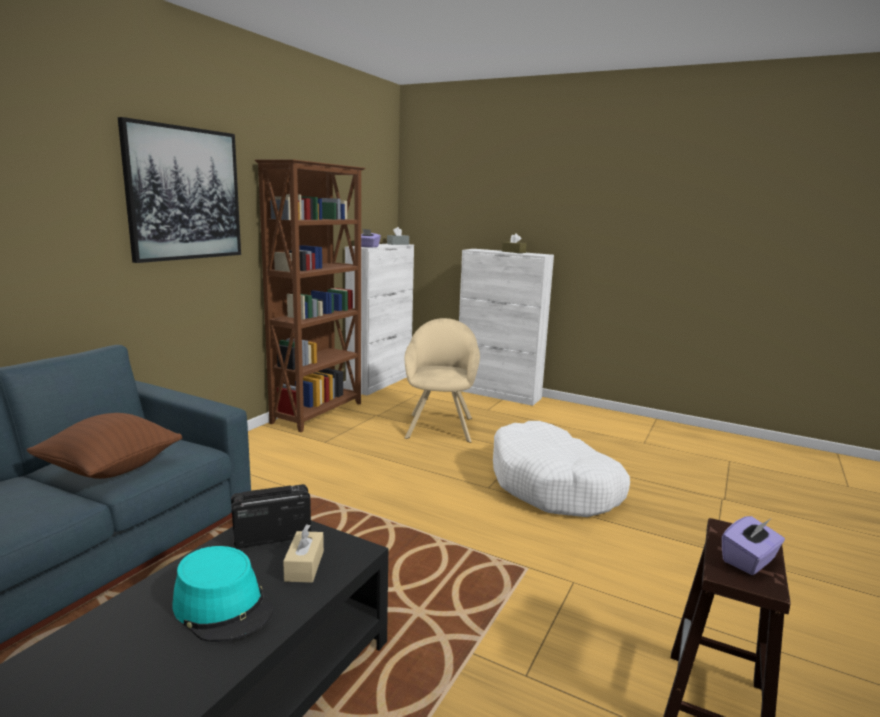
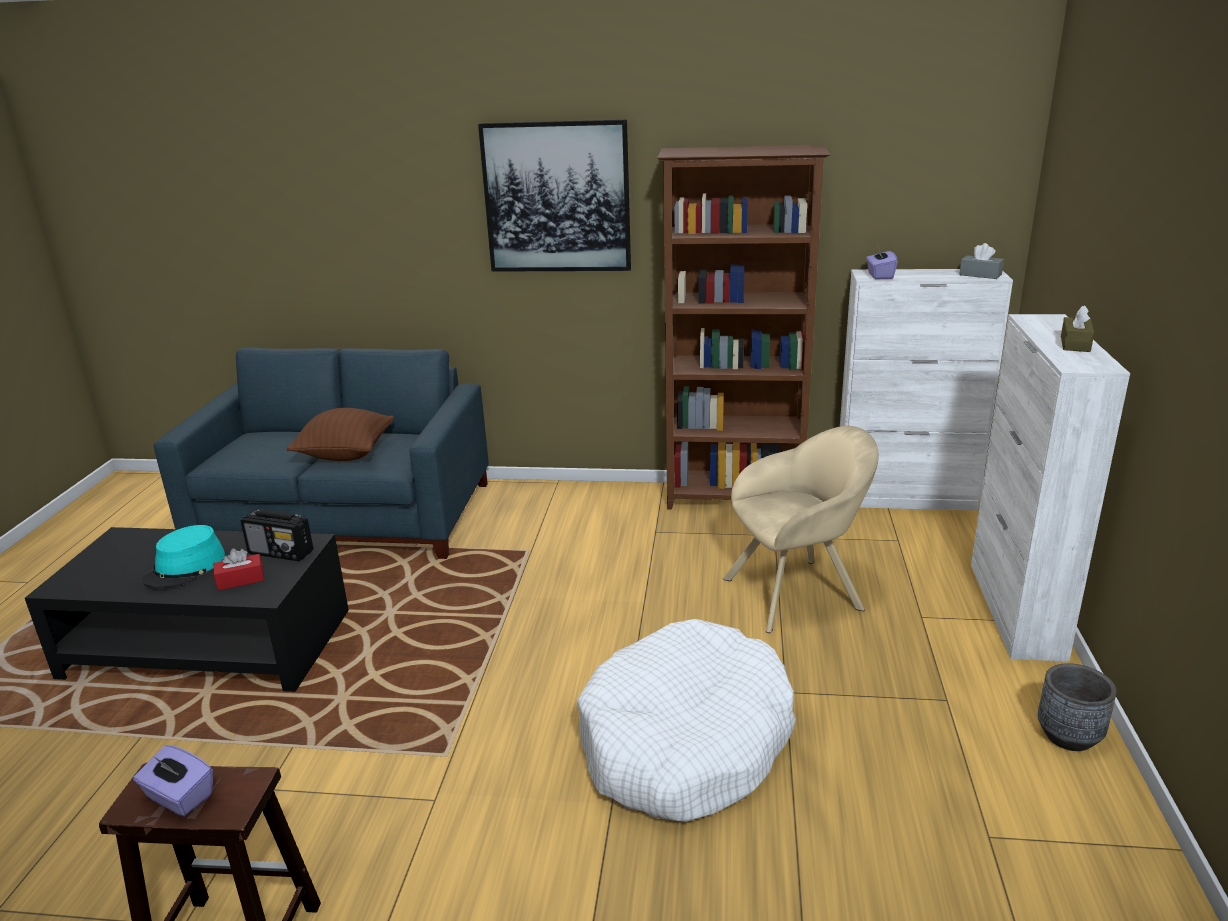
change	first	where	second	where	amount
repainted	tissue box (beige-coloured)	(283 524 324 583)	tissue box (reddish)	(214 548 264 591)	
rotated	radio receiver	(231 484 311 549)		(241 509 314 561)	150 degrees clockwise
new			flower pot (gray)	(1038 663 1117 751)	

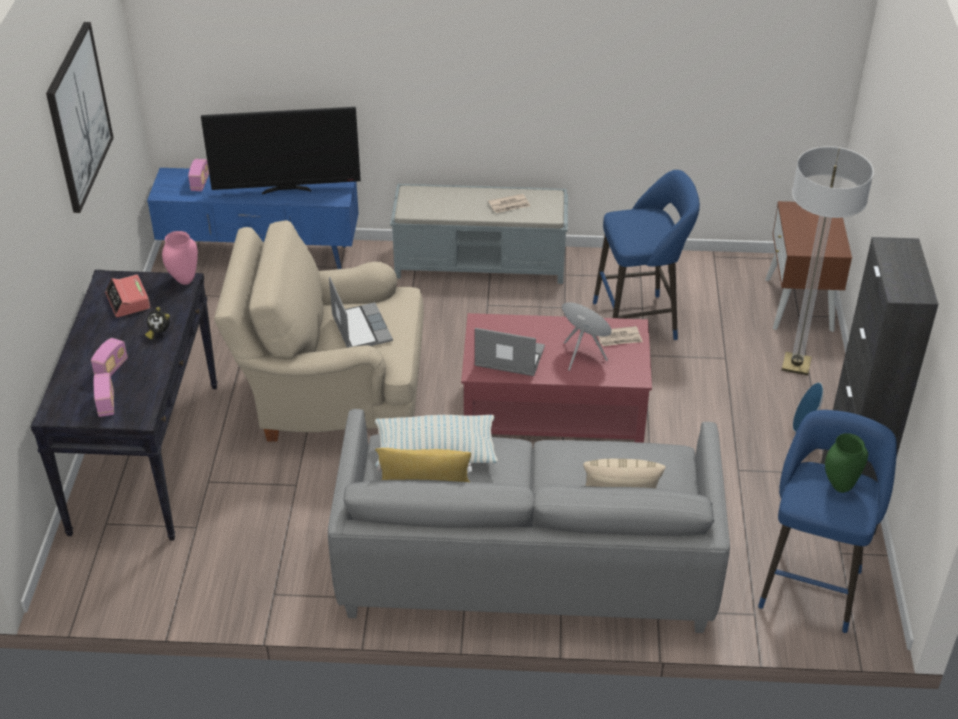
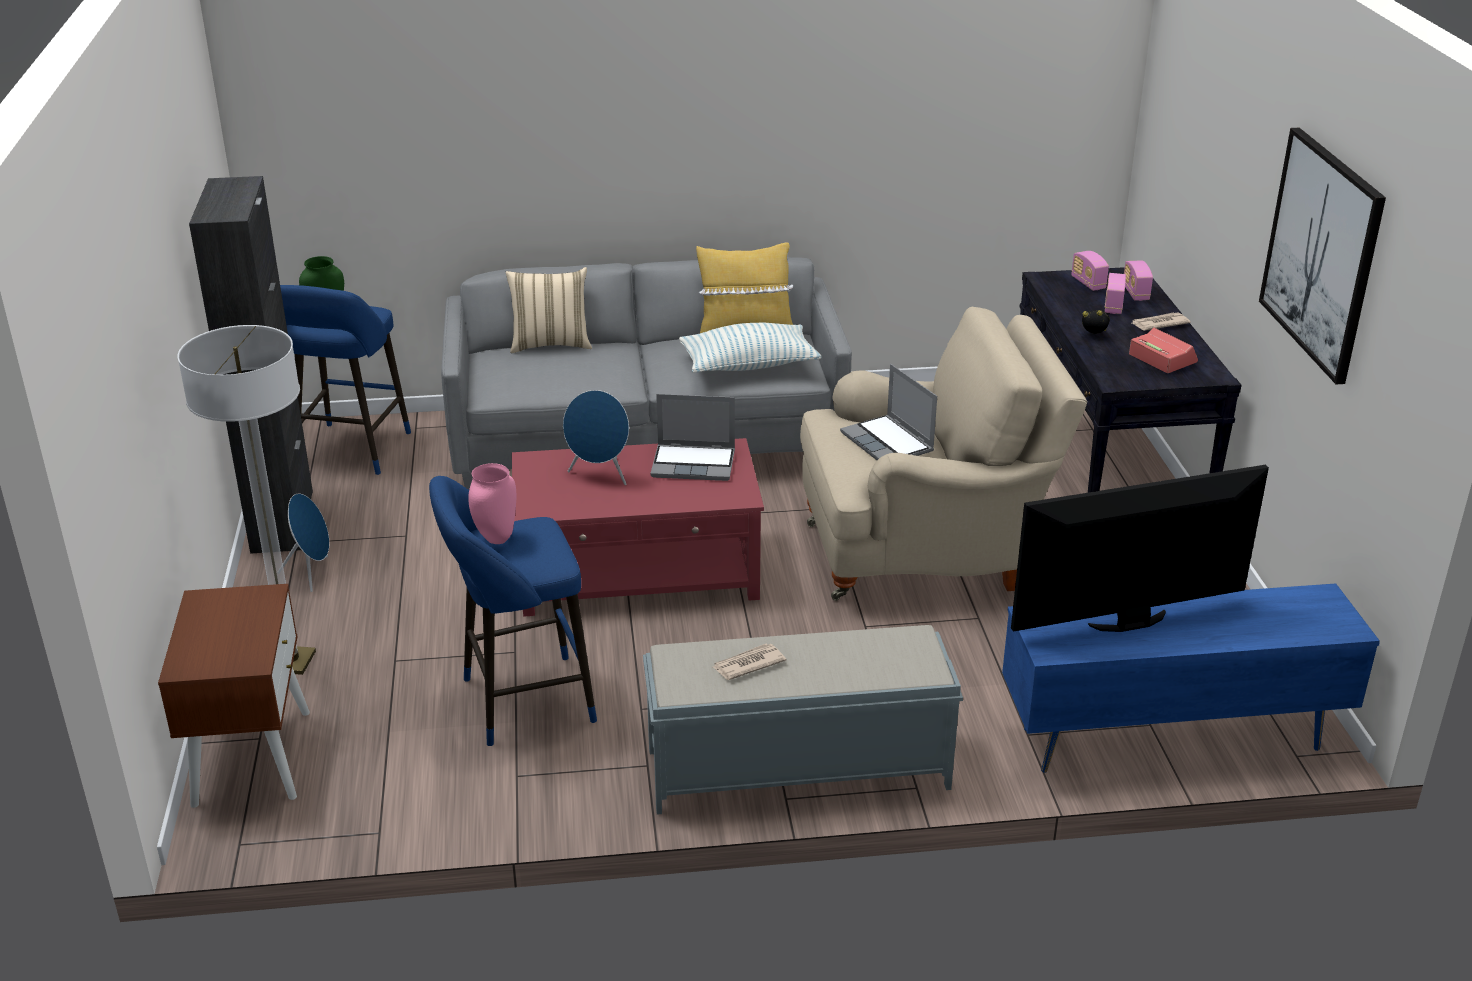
change	first	where	second	where	amount
shifted	decorative vase (pinkish)	(162 231 198 285)		(468 463 516 544)	
shifted	radio receiver	(188 159 209 191)		(1124 260 1153 301)	
shifted	printed paper	(598 326 643 347)		(1132 312 1191 330)	

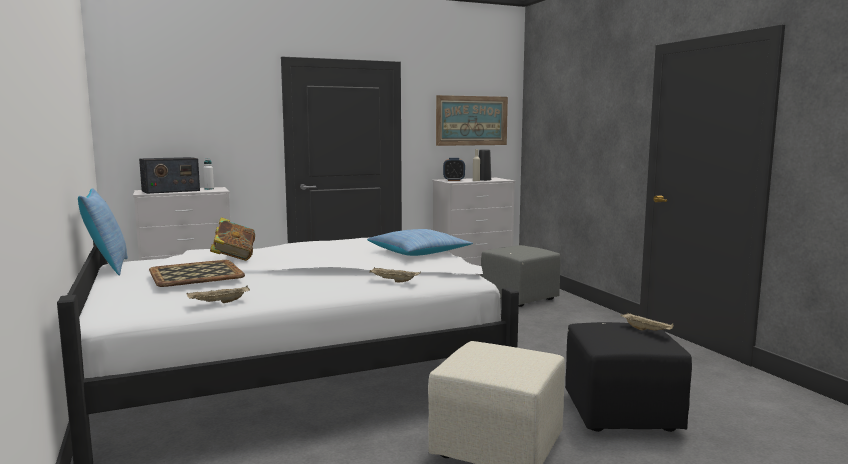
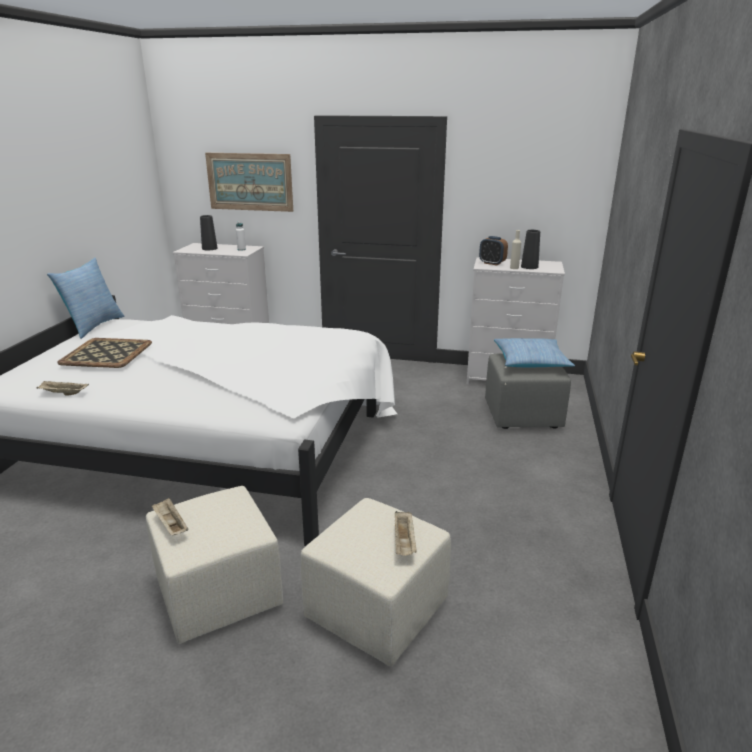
change	first	where	second	where	amount
shifted	tray (beige-coloured)	(369 267 421 282)		(152 498 189 535)	
swapped	radio receiver	(139 157 200 194)	decorative vase (blackish)	(200 215 218 250)	
shifted	picture	(436 95 508 146)		(205 153 293 212)	
repainted	footrest (blackish)	(565 322 692 432)	footrest (beige-coloured)	(301 498 451 667)	
shifted	cushion	(367 229 473 256)		(494 338 575 367)	
gone	volume	(210 217 255 261)			

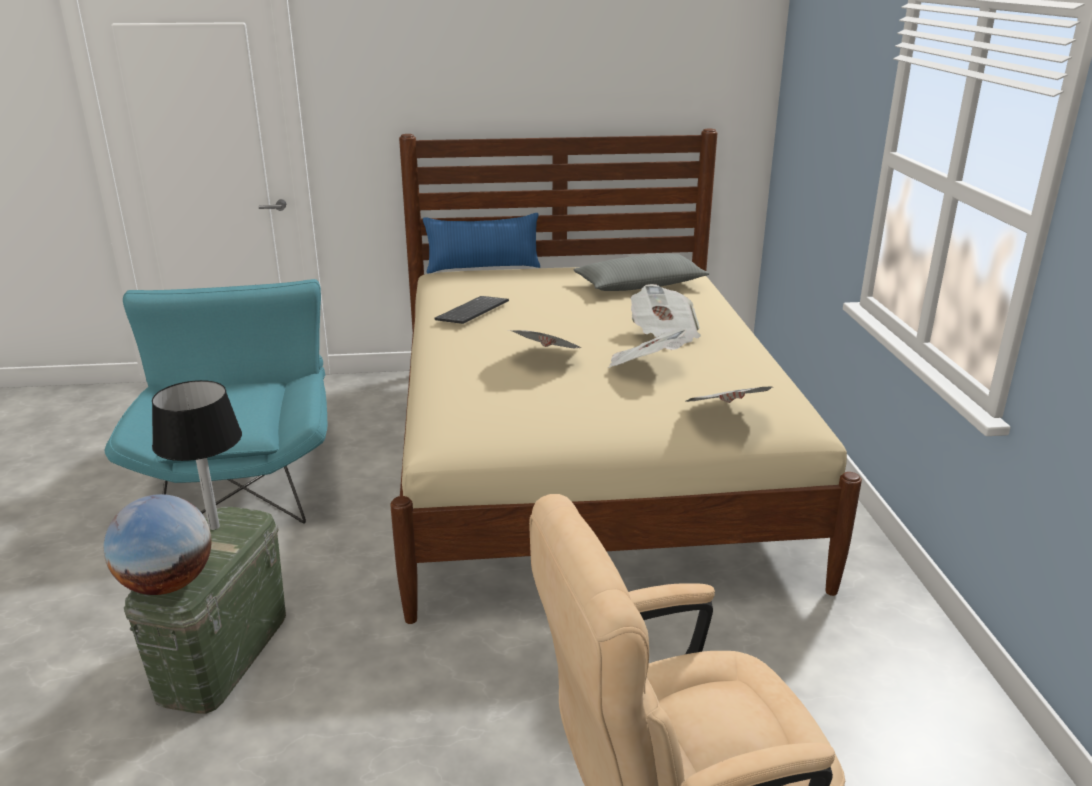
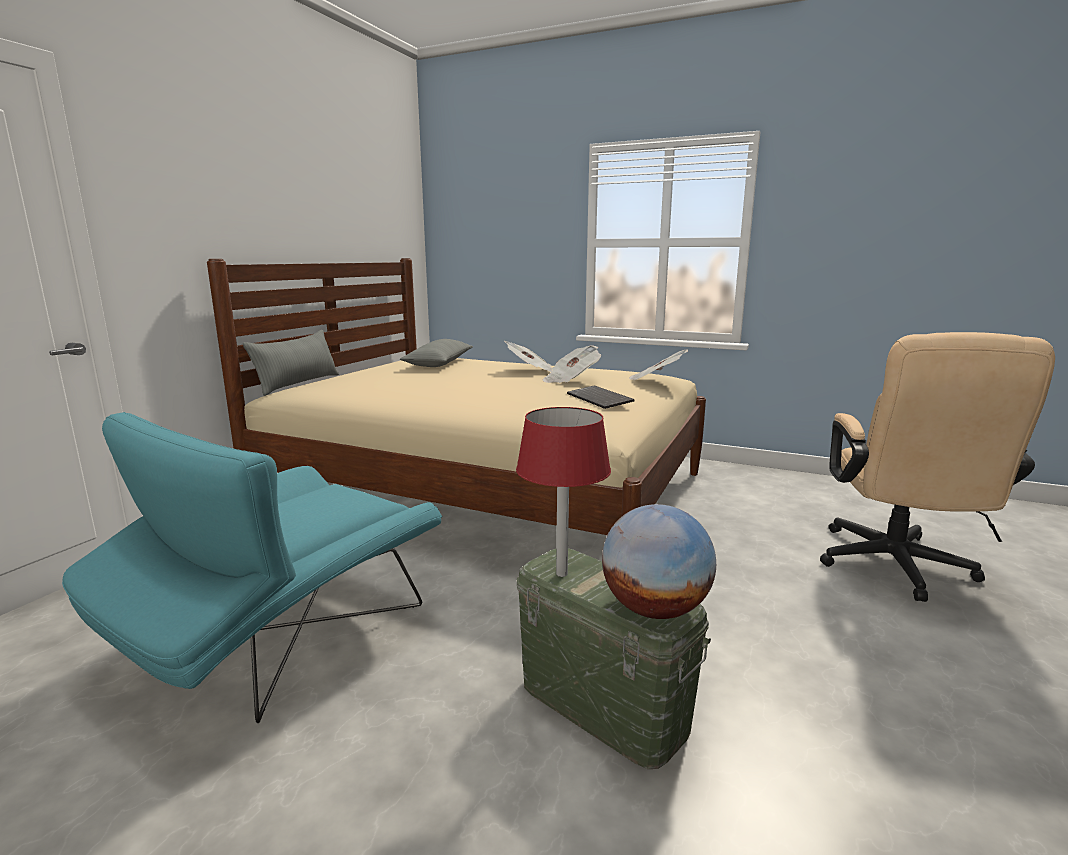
change	first	where	second	where	amount
rotated	armchair (turquoise)	(105 279 327 524)		(62 412 442 723)	75 degrees counterclockwise
repainted	cushion (blue-coloured)	(423 213 540 273)	cushion (gray)	(243 330 339 396)	
repainted	lamp for a table (blackish)	(152 380 242 530)	lamp for a table (reddish)	(516 407 611 577)	
shifted	keyboard	(435 296 509 324)		(567 385 634 409)	
gone	printed paper	(507 330 581 348)			

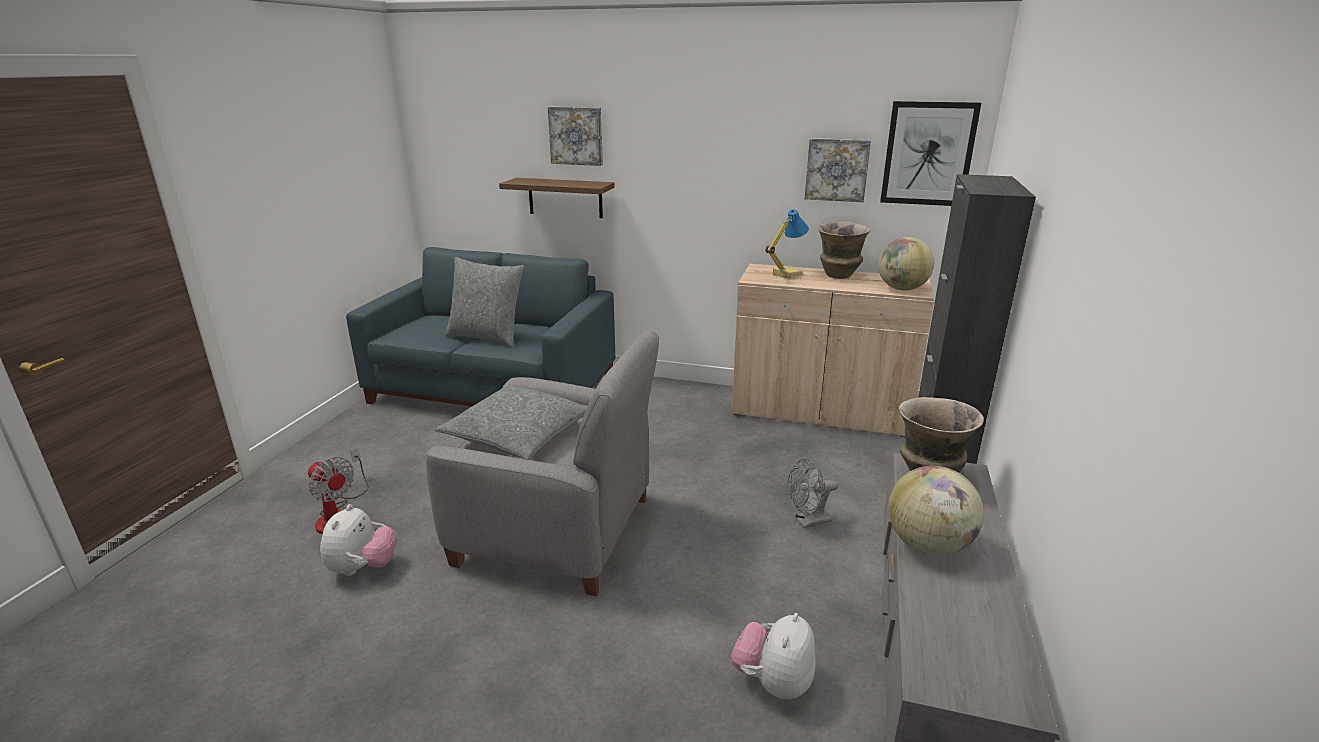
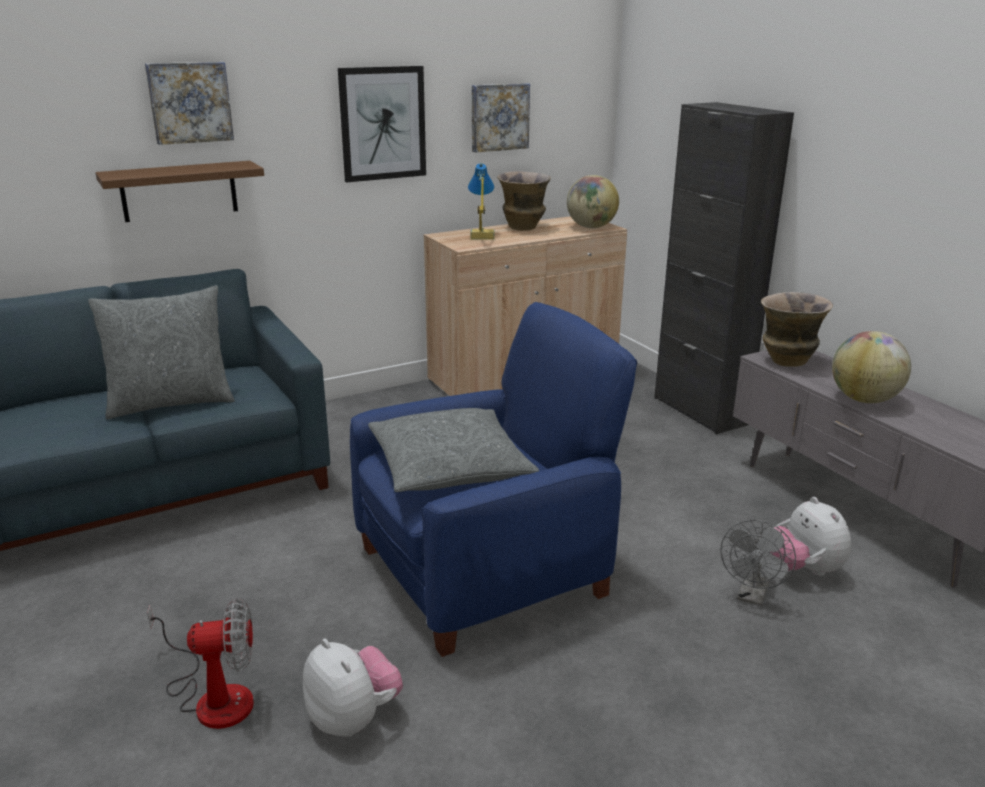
change	first	where	second	where	amount
shifted	picture	(880 101 981 206)		(338 66 426 182)	
repainted	armchair (gray)	(426 330 659 596)	armchair (blue-coloured)	(350 302 637 657)	
shifted	fan (gray)	(788 459 838 528)		(721 520 796 606)	

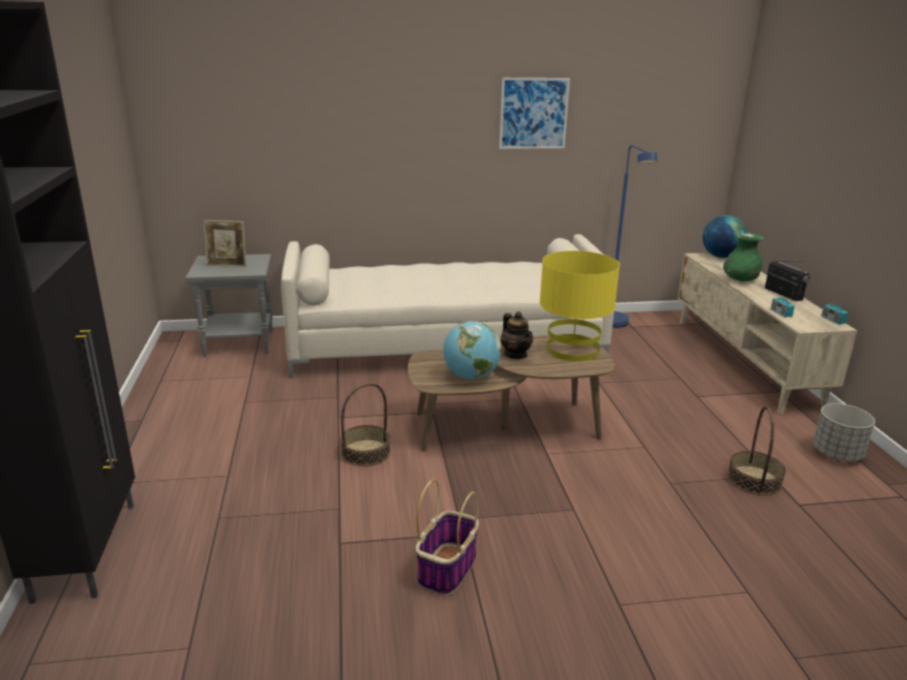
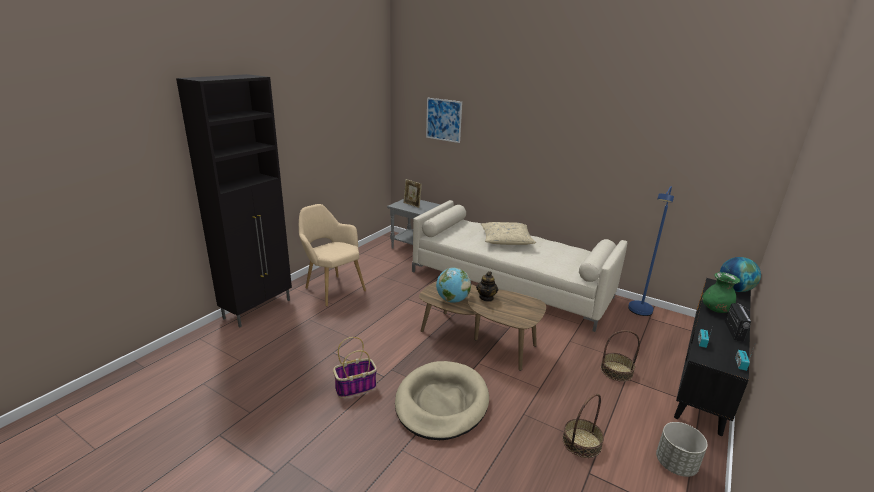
change	first	where	second	where	amount
new			armchair (beige-coloured)	(299 204 366 306)	
new			pet bed (beige-coloured)	(395 361 489 440)	
shifted	picture	(499 78 570 149)		(426 98 462 143)	
new			cushion (beige-coloured)	(481 222 536 245)	
shifted	basket	(340 383 391 466)		(600 330 640 382)	
repainted	tv unit (beige-coloured)	(678 253 857 414)	tv unit (blackish)	(674 278 751 436)	
gone	lamp for a table (yellowish)	(540 251 620 361)			

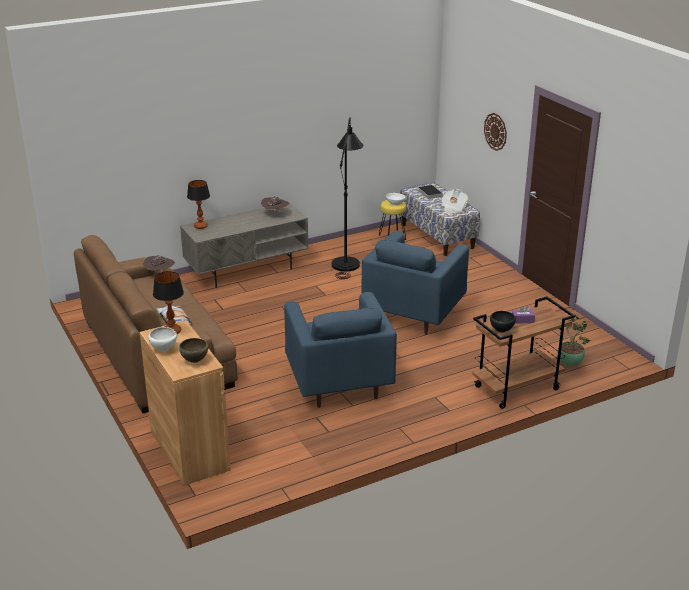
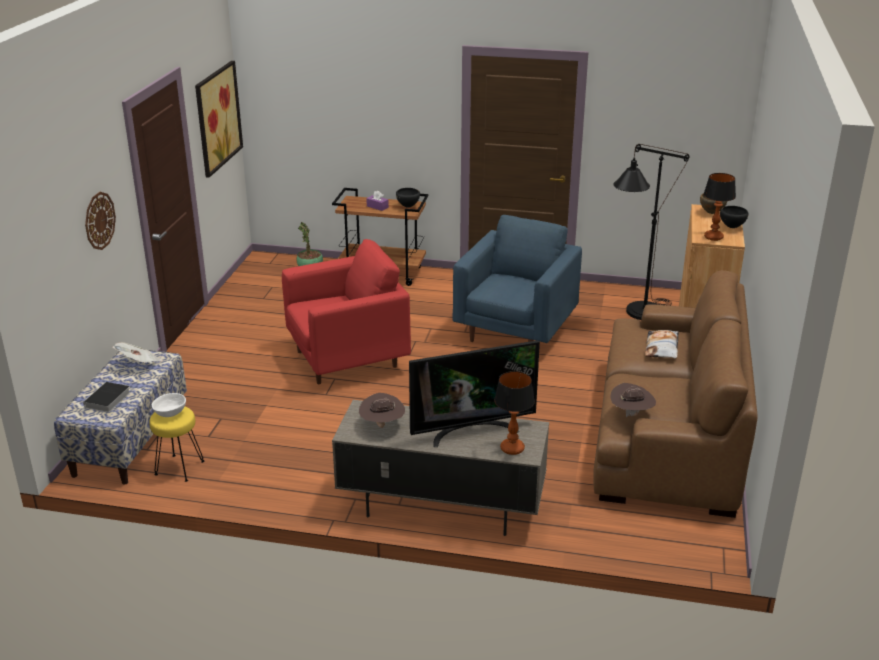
change	first	where	second	where	amount
new			picture	(195 61 243 178)	
repainted	armchair (blue-coloured)	(361 231 469 335)	armchair (reddish)	(282 239 411 384)	
new			TV set	(409 340 540 447)	
shifted	standing lamp (blackish)	(331 117 363 279)		(613 144 689 320)	
repainted	serving bowl (white)	(148 327 177 351)	serving bowl (blackish)	(720 206 749 228)	

